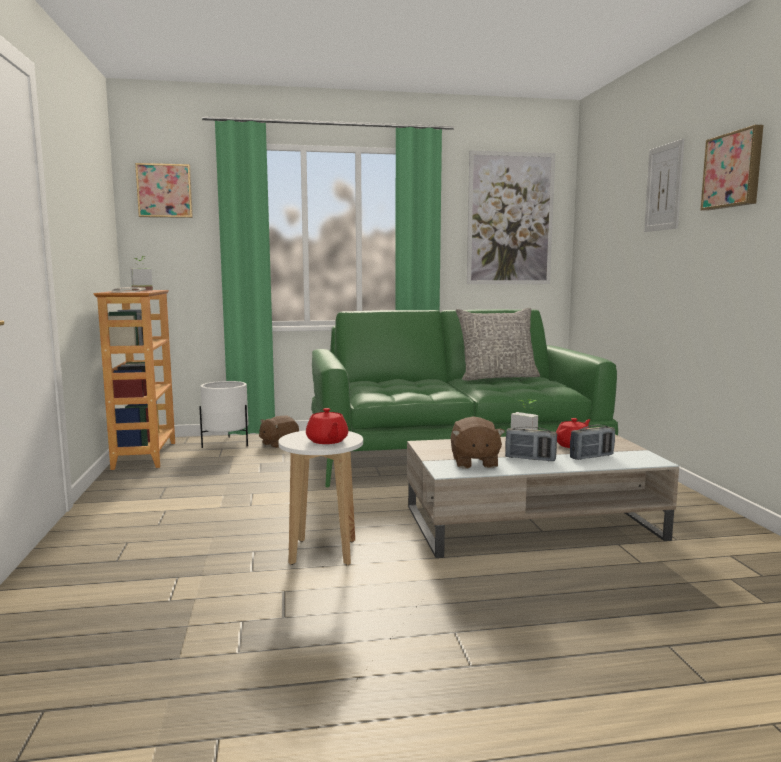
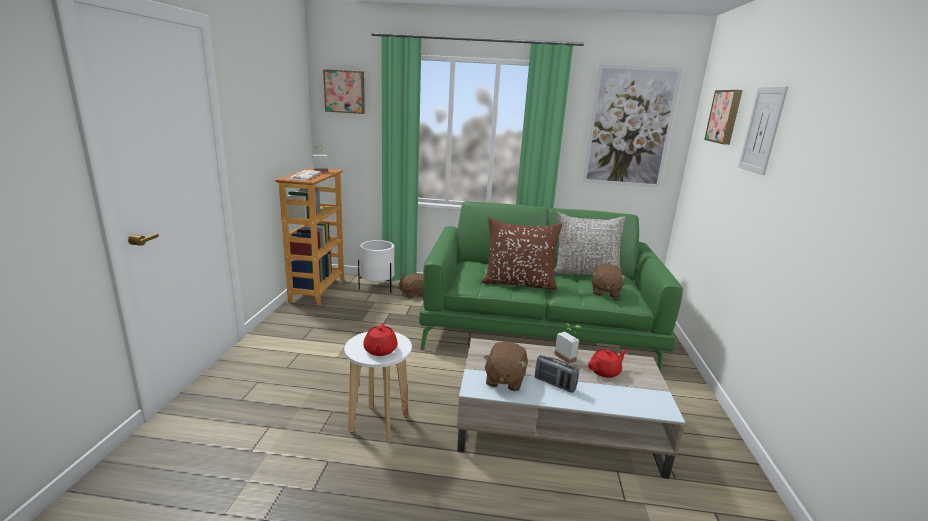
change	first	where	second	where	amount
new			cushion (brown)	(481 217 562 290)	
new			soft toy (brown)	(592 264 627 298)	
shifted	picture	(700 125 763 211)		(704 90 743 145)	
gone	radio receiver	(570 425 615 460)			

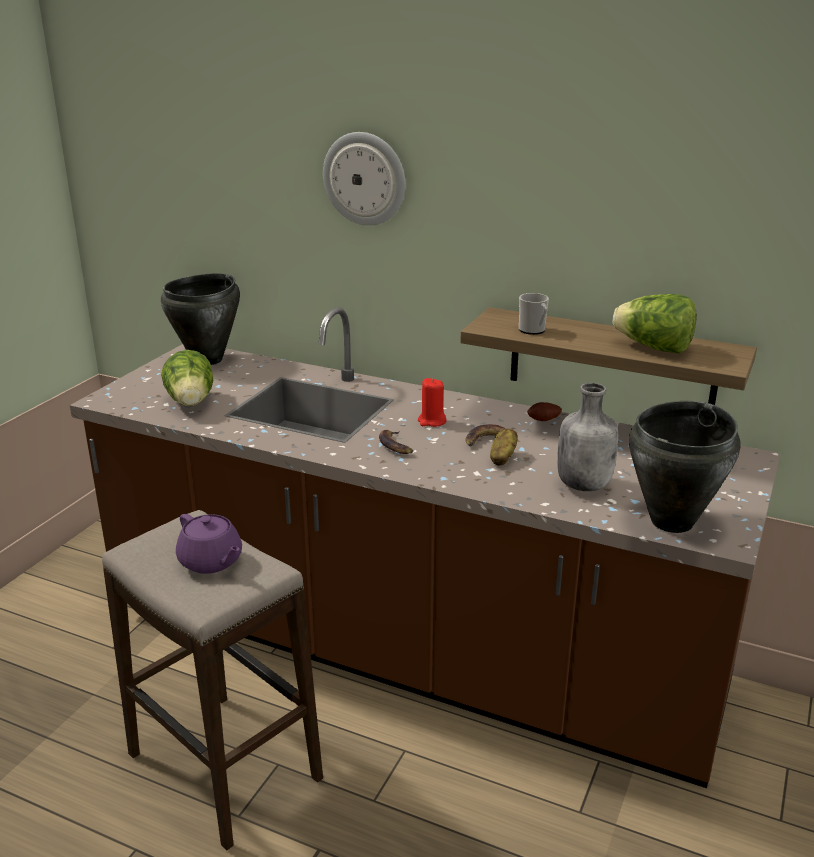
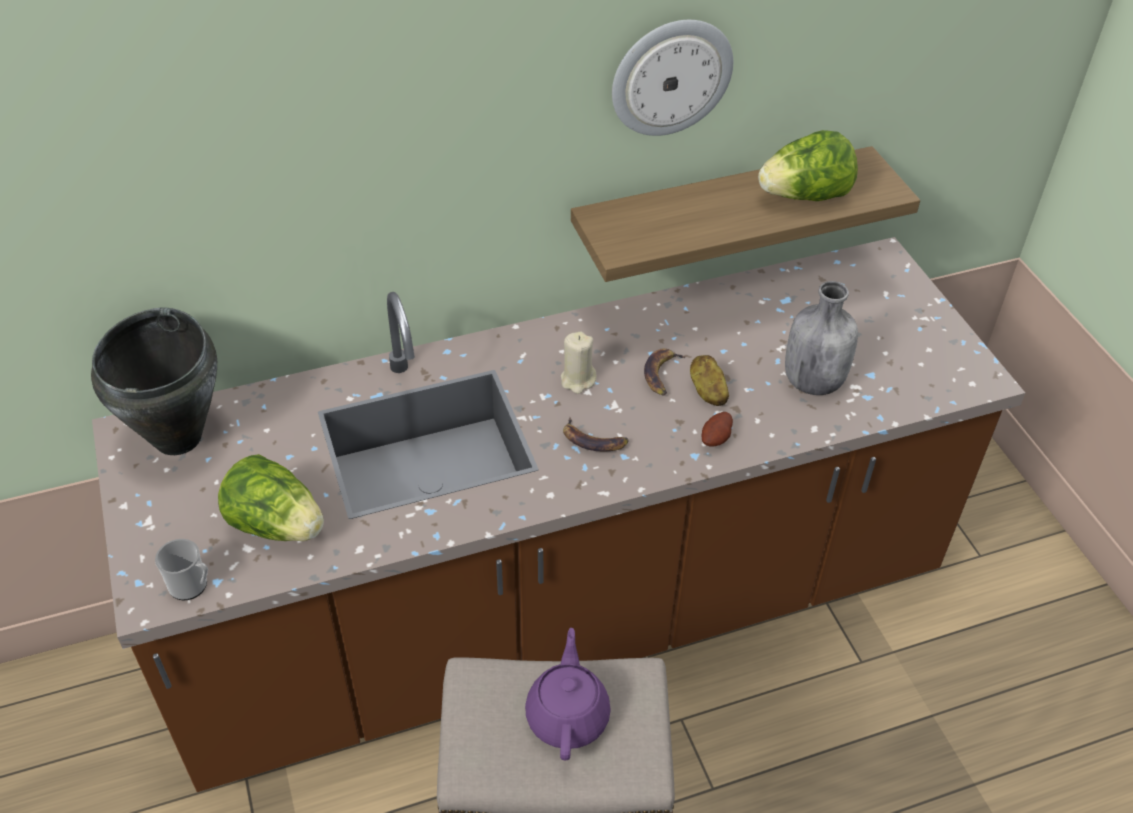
change	first	where	second	where	amount
shifted	tea mug	(519 293 549 335)		(155 539 208 600)	
rotated	tea pot (purple-coloured)	(176 514 242 574)		(525 627 611 761)	90 degrees counterclockwise
repainted	wax candle (reddish)	(418 378 447 427)	wax candle (beige-coloured)	(561 331 597 394)	
shifted	hanging clock	(323 132 405 226)		(612 20 733 136)	
shifted	spud	(527 402 562 421)		(702 412 733 447)	
gone	stockpot (blackish)	(629 401 740 533)			

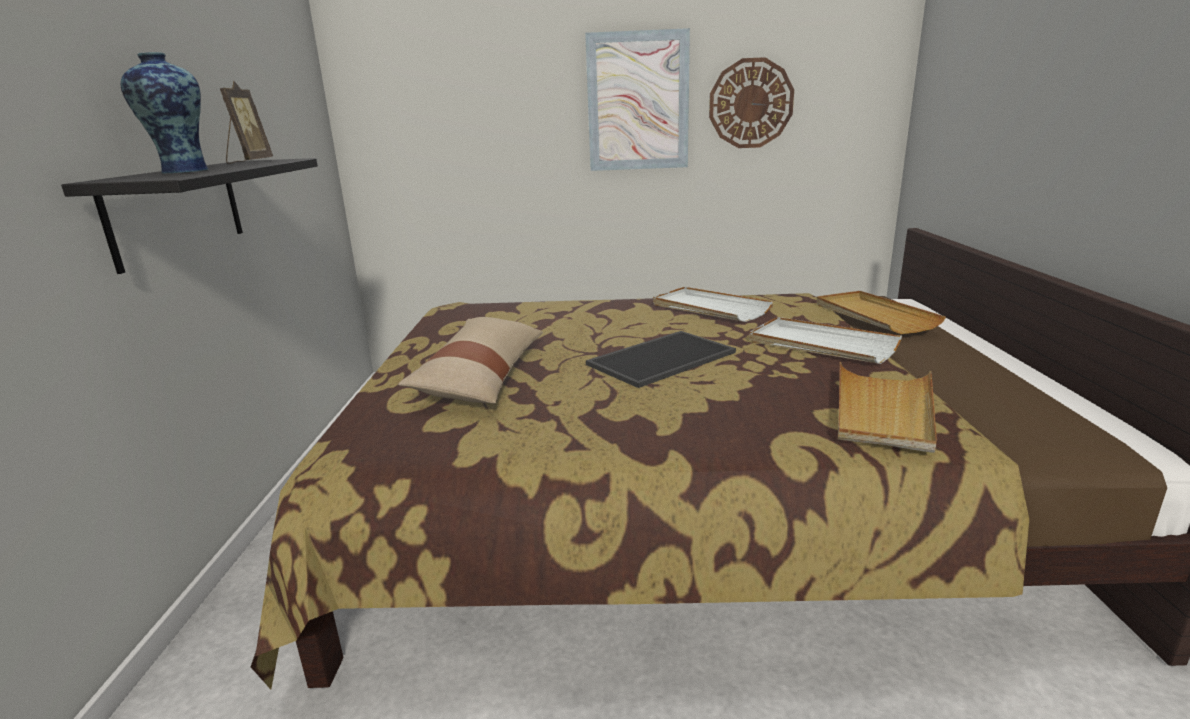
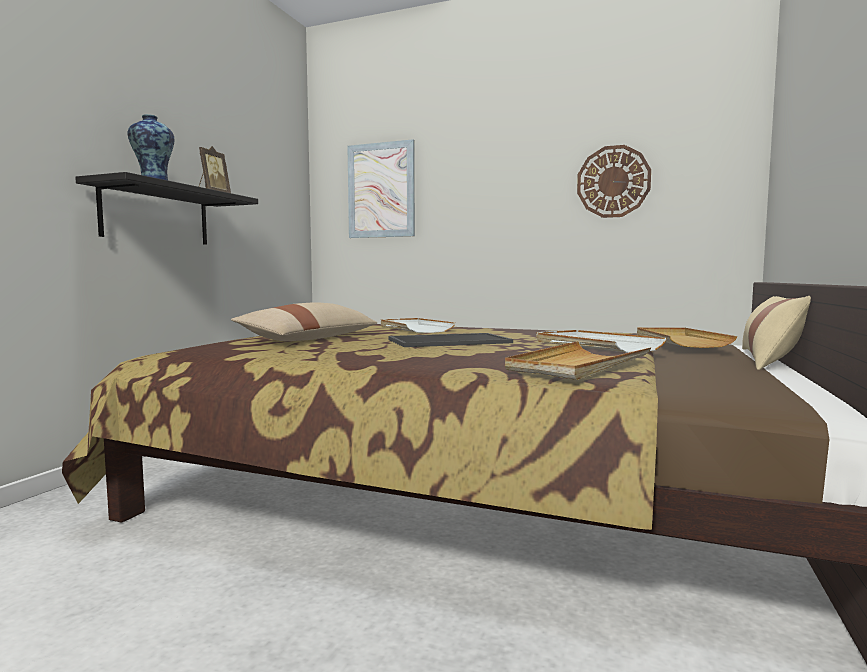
change	first	where	second	where	amount
shifted	picture	(585 28 690 171)		(347 139 415 238)	
shifted	tray (white)	(653 287 773 322)		(381 318 455 333)	
new			cushion (beige-coloured)	(742 296 811 370)	

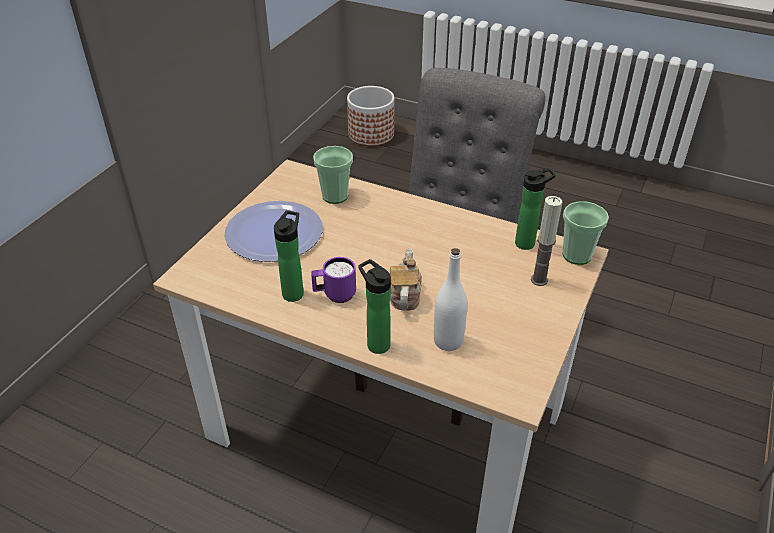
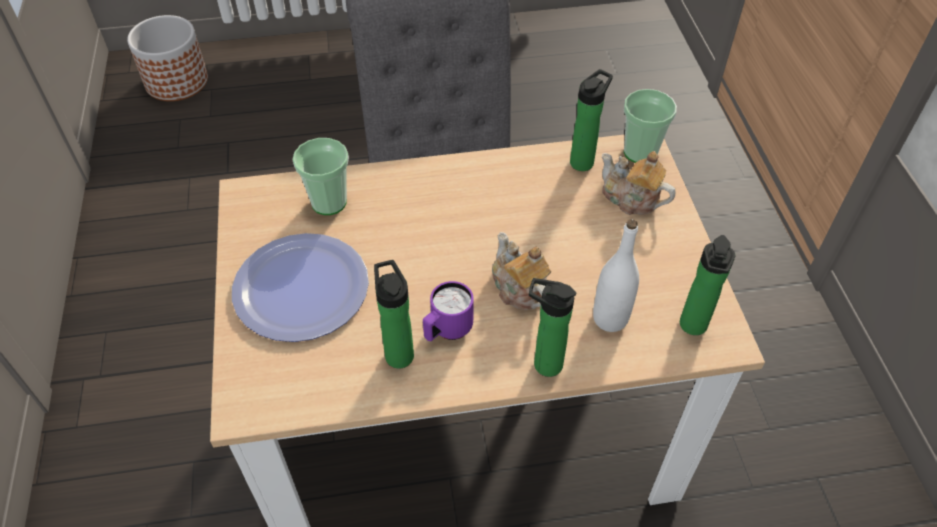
change	first	where	second	where	amount
swapped	wax candle	(531 196 562 286)	tea pot	(602 151 675 215)	
new			beverage bottle	(680 235 736 335)	

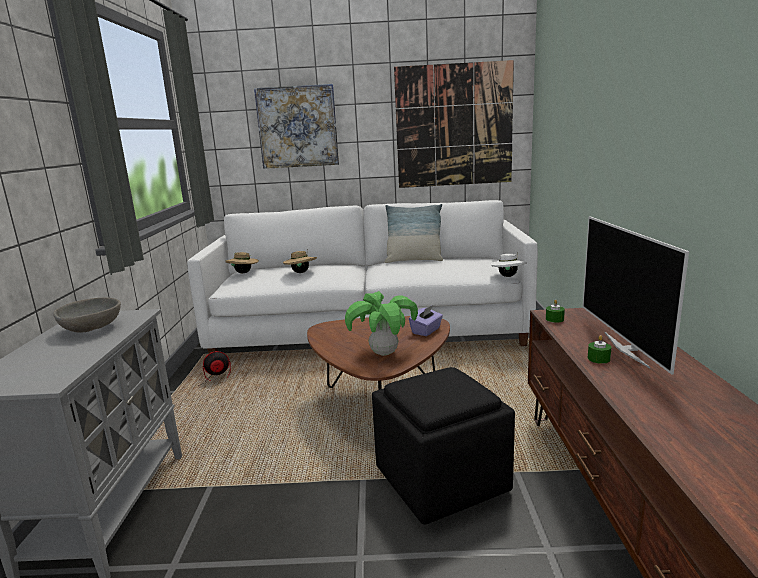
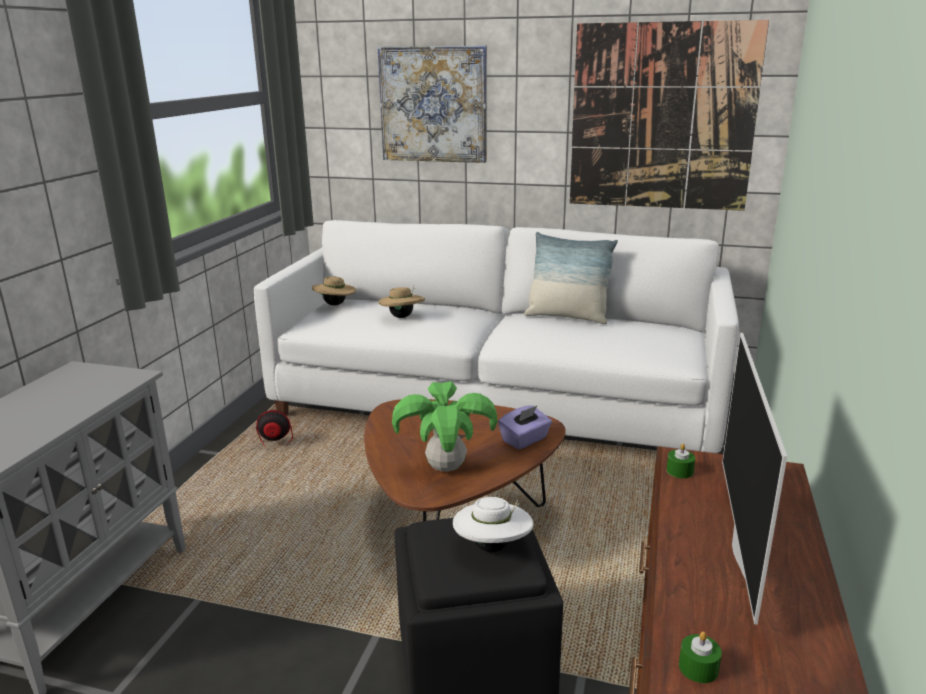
change	first	where	second	where	amount
shifted	clothing hat (white)	(491 252 527 277)		(453 497 533 552)	
shifted	wax candle (green-coloured)	(588 335 612 364)		(679 632 722 683)	
gone	serving bowl (gray)	(53 298 121 333)			

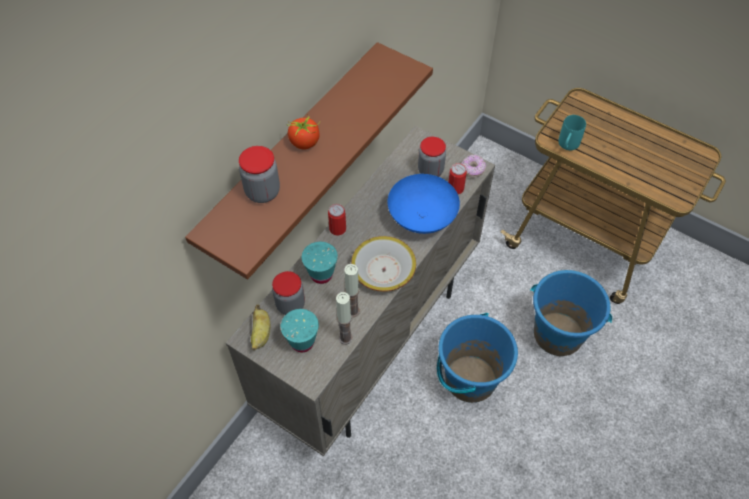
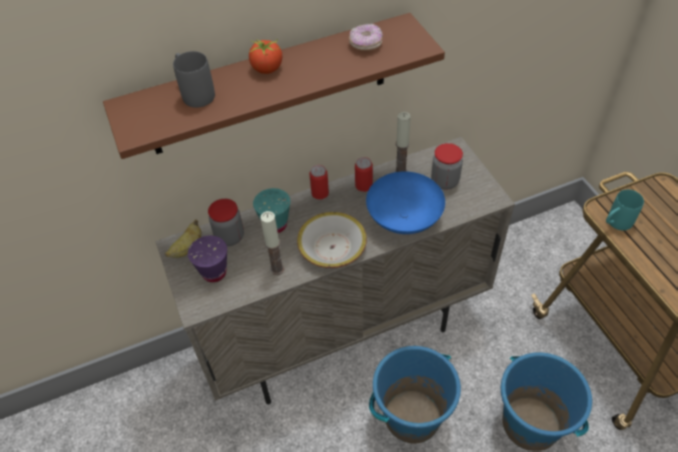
change	first	where	second	where	amount
swapped	storage jar	(239 146 280 203)	tea mug (gray)	(173 51 215 108)	
repainted	cup (turquoise)	(281 309 319 352)	cup (purple-coloured)	(188 236 227 282)	
shifted	ring doughnut	(462 154 486 178)		(349 24 383 51)	
shifted	can	(448 163 467 194)		(355 157 373 192)	
shifted	wax candle	(336 292 353 345)		(395 112 411 172)	

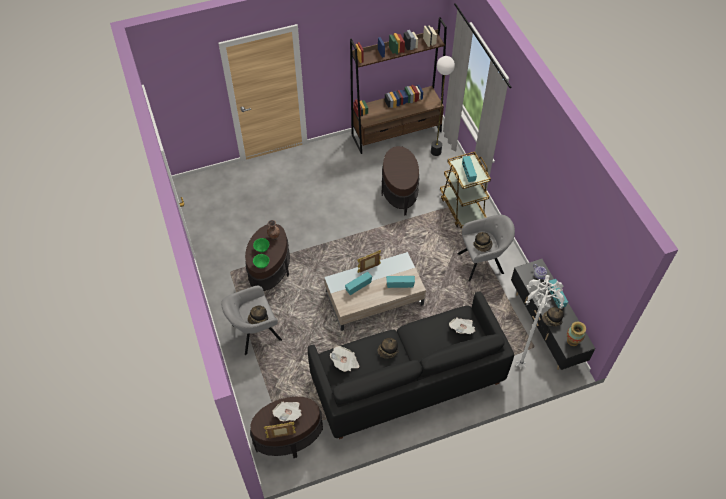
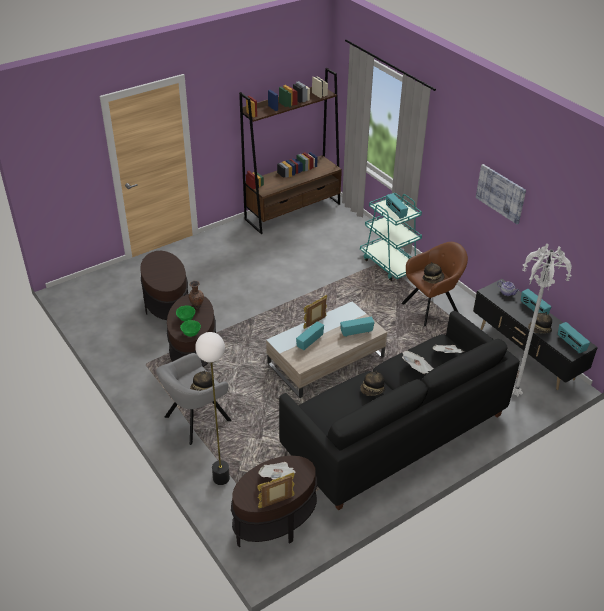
change	first	where	second	where	amount
shifted	accent table (brown)	(381 146 419 216)		(140 251 188 320)	
shifted	standing lamp	(431 56 455 156)		(195 332 230 485)	
repainted	wheeled cart (brown)	(440 152 491 228)	wheeled cart (turquoise)	(360 193 422 281)	
repainted	armchair (gray)	(457 215 515 282)	armchair (brown)	(401 242 468 327)	
shifted	printed paper	(330 346 360 372)		(402 351 434 374)	
new			picture	(476 164 526 224)	
swapped	decorative vase	(567 322 586 346)	radio receiver	(558 322 590 354)	

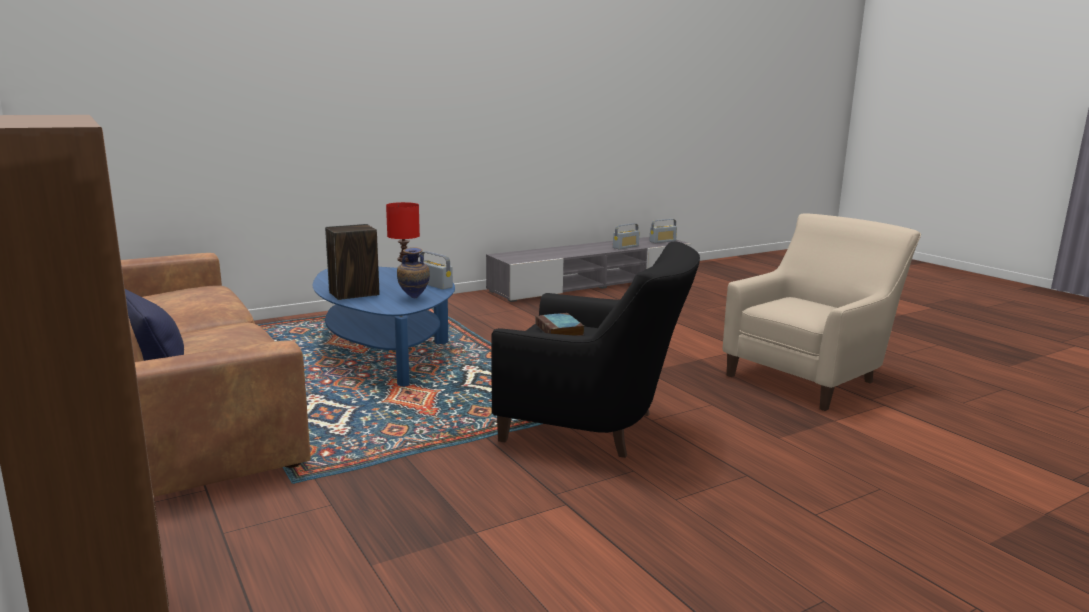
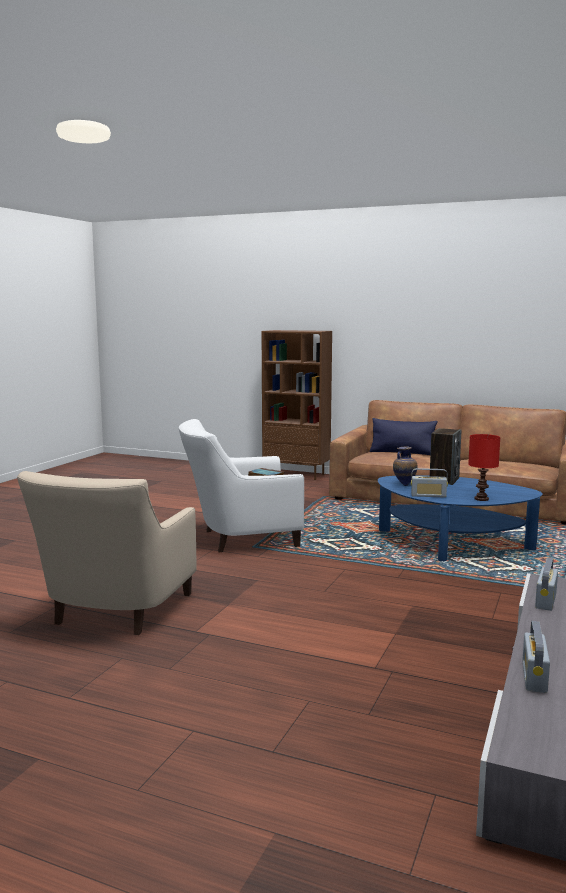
change	first	where	second	where	amount
repainted	armchair (blackish)	(491 241 700 458)	armchair (white)	(179 419 304 552)	
shifted	radio receiver	(649 219 677 243)		(535 558 558 611)	

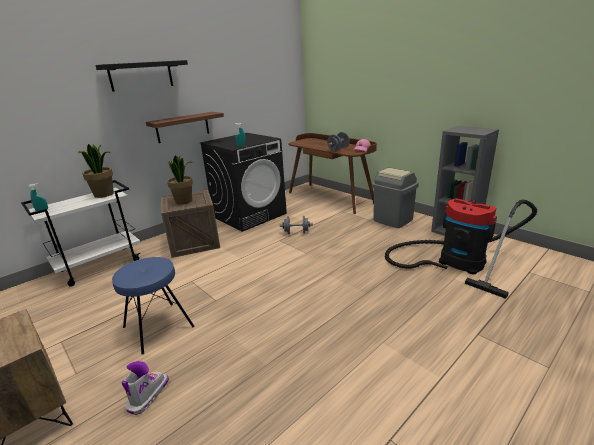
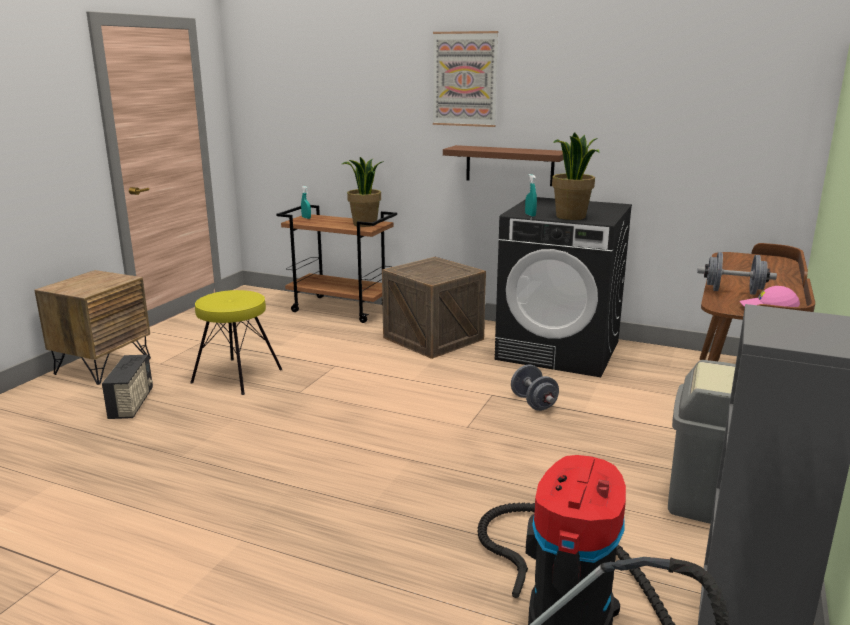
change	first	where	second	where	amount
swapped	tall boot	(121 361 169 415)	radio receiver	(102 355 153 419)	
repainted	sitting stool (blue-coloured)	(112 257 195 355)	sitting stool (yellowish)	(190 290 282 395)	
repainted	wheeled cart (white)	(21 180 141 287)	wheeled cart (brown)	(276 205 397 323)	
swapped	shelf (blackish)	(95 60 188 92)	picture	(433 31 498 127)	
shifted	plant in a pot	(167 155 193 204)		(552 132 600 220)	

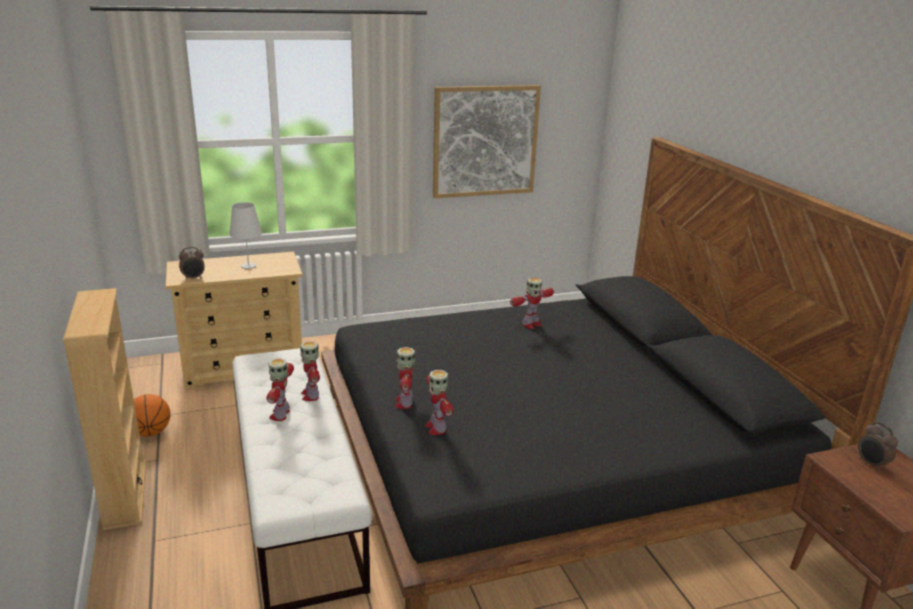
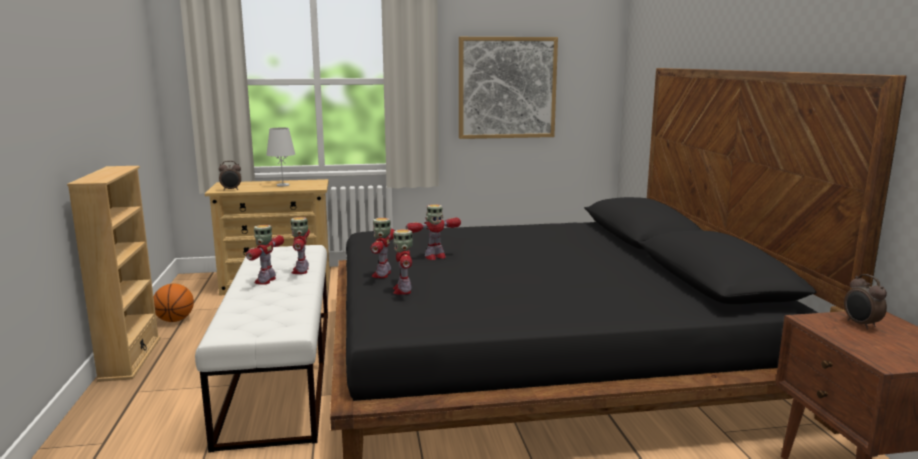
change	first	where	second	where	amount
shifted	robot figure	(510 278 554 329)		(406 204 461 260)	

